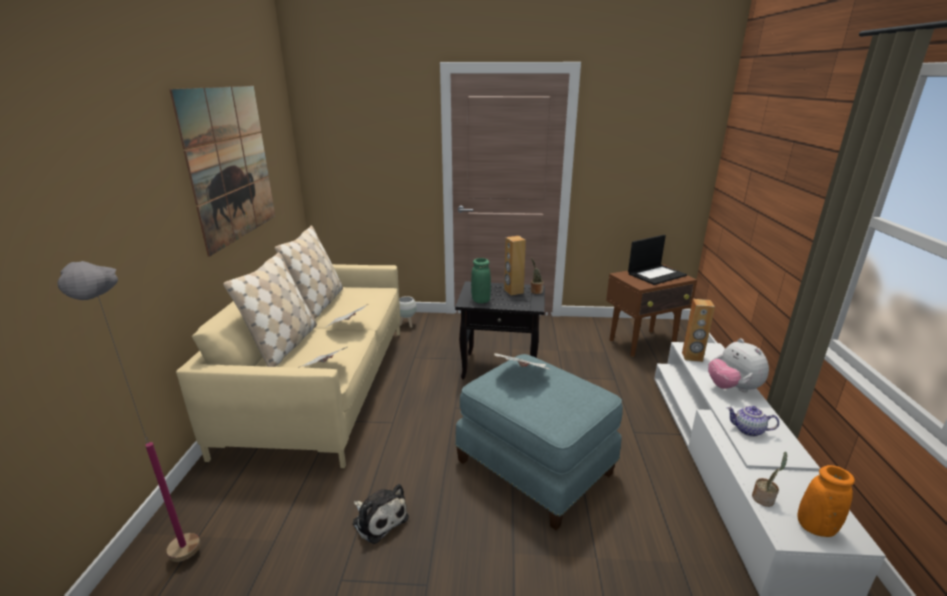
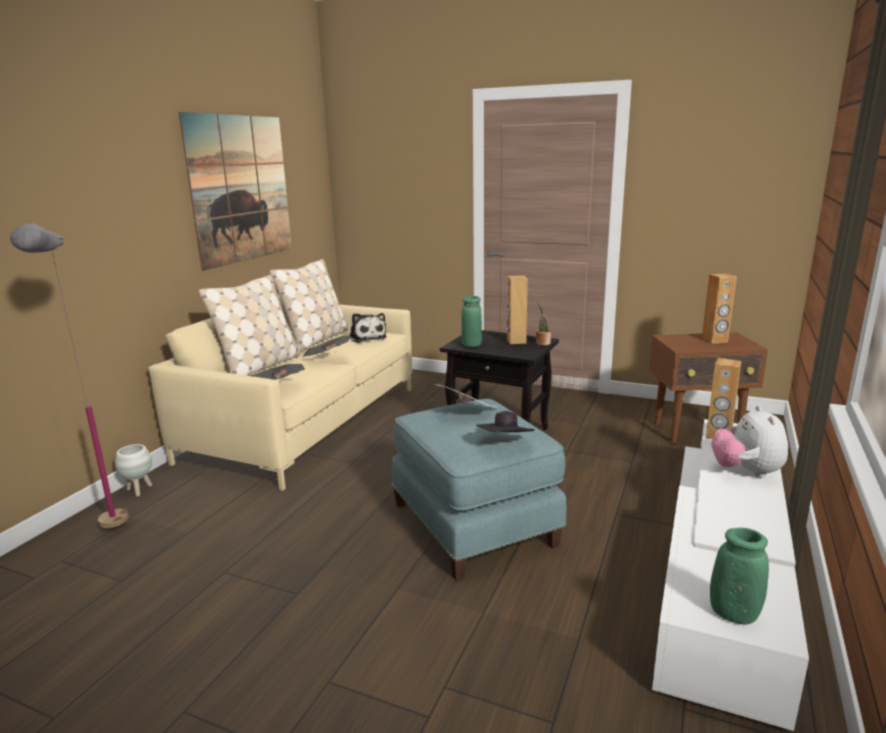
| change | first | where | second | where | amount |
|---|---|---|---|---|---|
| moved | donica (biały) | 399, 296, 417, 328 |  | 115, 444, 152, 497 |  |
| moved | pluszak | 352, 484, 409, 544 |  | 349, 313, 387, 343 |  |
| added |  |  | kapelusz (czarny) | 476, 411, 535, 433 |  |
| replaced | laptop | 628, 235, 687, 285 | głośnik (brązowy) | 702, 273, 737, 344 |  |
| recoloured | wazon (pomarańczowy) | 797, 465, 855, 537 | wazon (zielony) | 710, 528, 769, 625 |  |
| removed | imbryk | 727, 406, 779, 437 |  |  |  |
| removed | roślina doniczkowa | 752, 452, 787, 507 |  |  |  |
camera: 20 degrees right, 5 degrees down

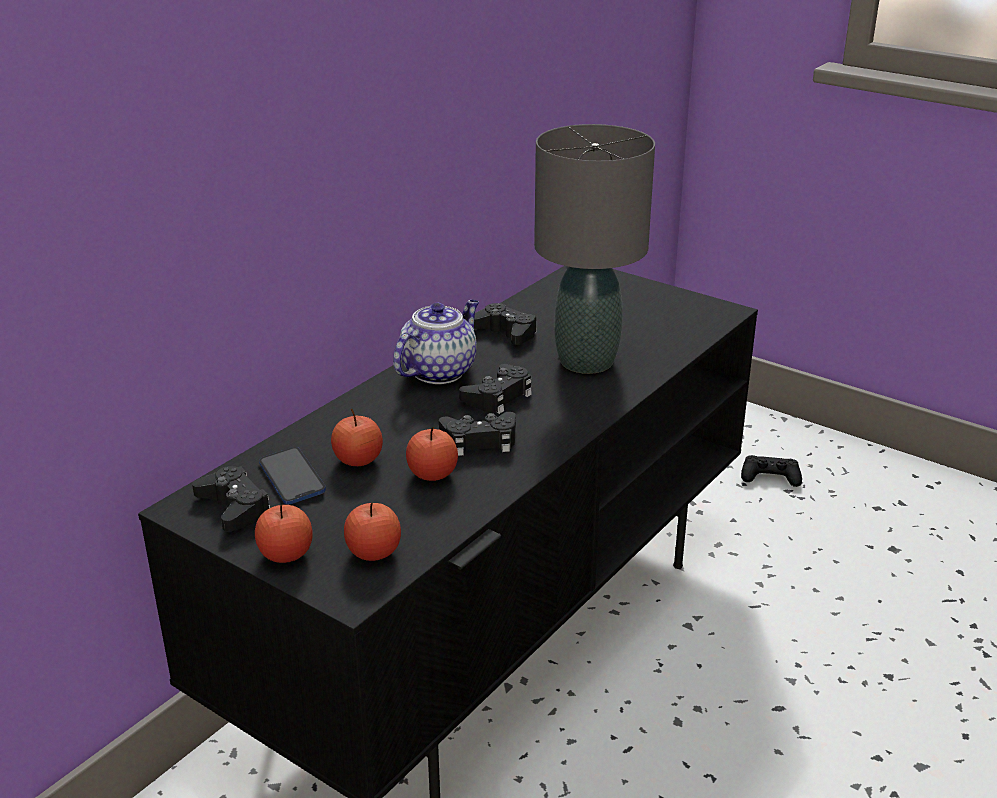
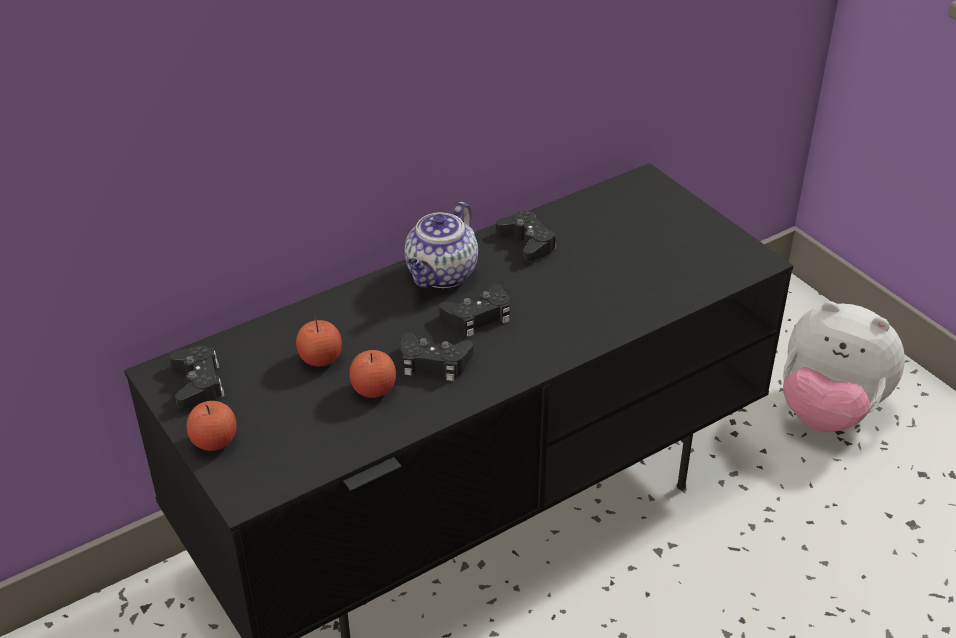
| change | first | where | second | where | amount |
|---|---|---|---|---|---|
| turned | imbryk | 393, 299, 479, 384 |  | 404, 202, 478, 288 | 150 degrees clockwise |
| replaced | pad do gier (czarny) | 741, 455, 802, 487 | pluszak | 783, 301, 905, 432 |  |
| removed | telefon | 259, 447, 326, 504 |  |  |  |
| removed | jabłko | 344, 503, 401, 561 |  |  |  |
| removed | lampa stołowa (szary) | 534, 124, 655, 374 |  |  |  |
camera: 20 degrees right, 10 degrees up

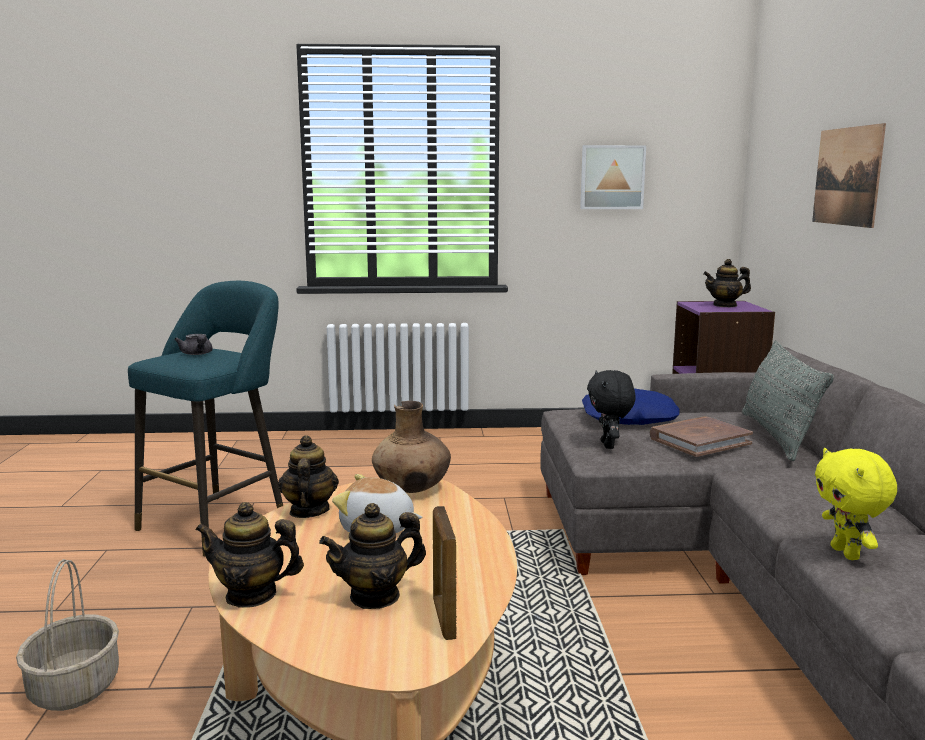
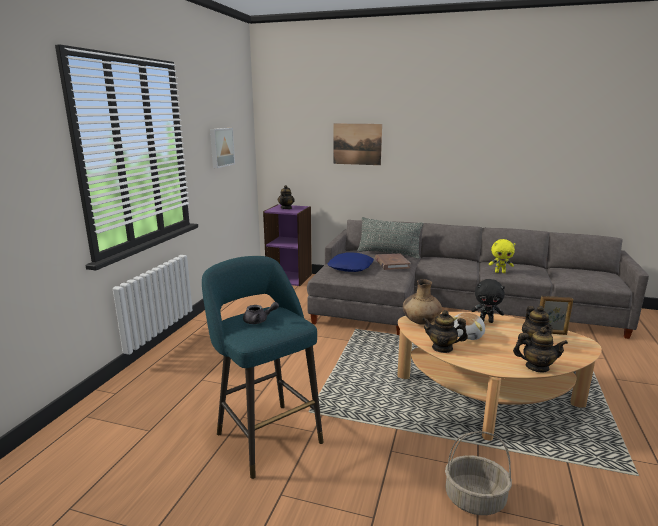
| change | first | where | second | where | amount |
|---|---|---|---|---|---|
| moved | pluszak (czarny) | 587, 370, 636, 449 |  | 471, 279, 505, 323 |  |
| turned | imbryk | 195, 502, 304, 608 |  | 513, 327, 568, 372 | 105 degrees counterclockwise |
camera: 70 degrees left, 5 degrees up

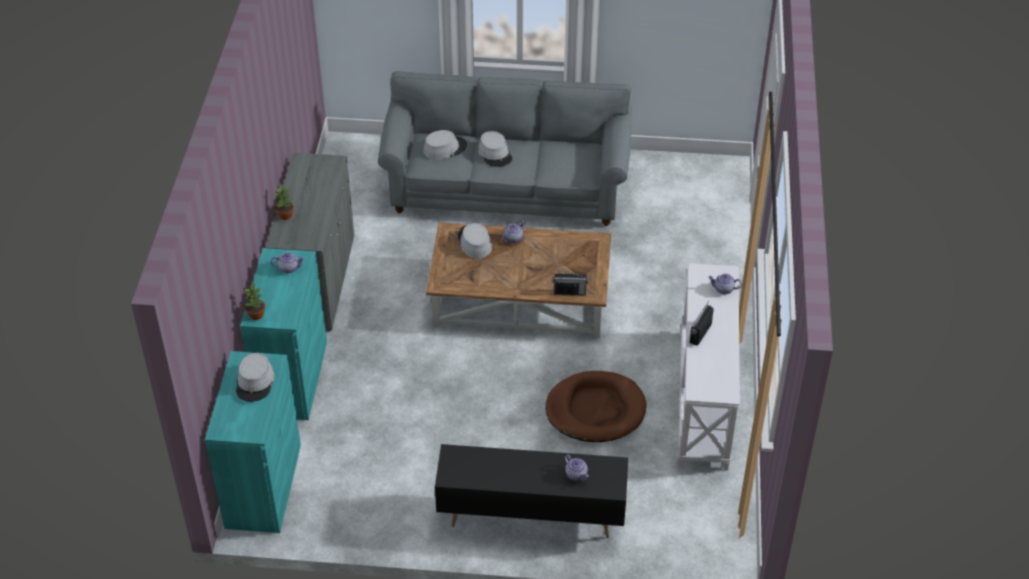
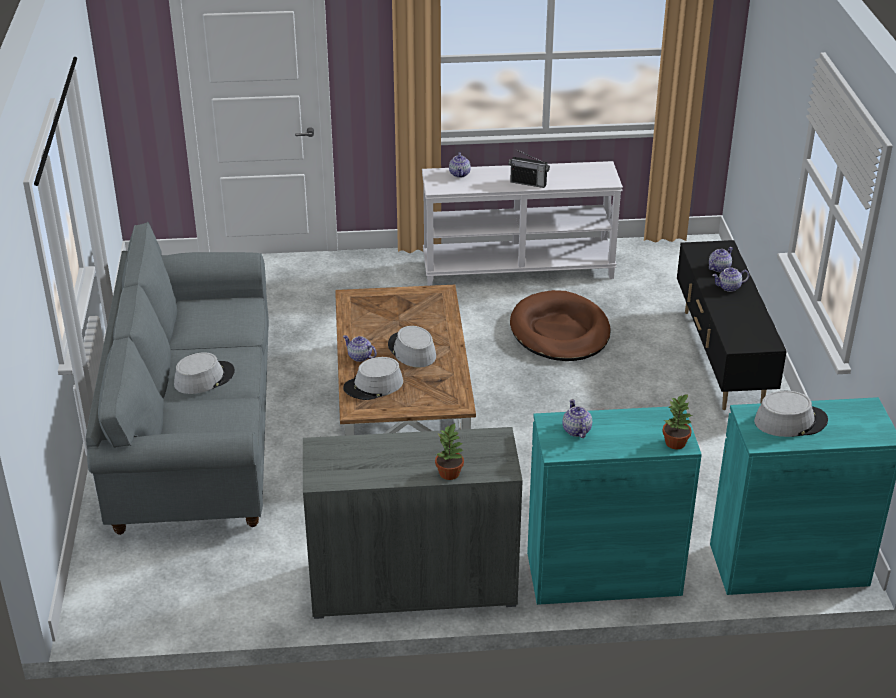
| change | first | where | second | where | amount |
|---|---|---|---|---|---|
| moved | kapelusz (szary) | 423, 130, 467, 160 |  | 388, 326, 436, 368 |  |
| added |  |  | imbryk | 712, 267, 749, 292 |  |
| removed | radio | 552, 270, 589, 296 |  |  |  |
camera: 100 degrees left, 10 degrees down

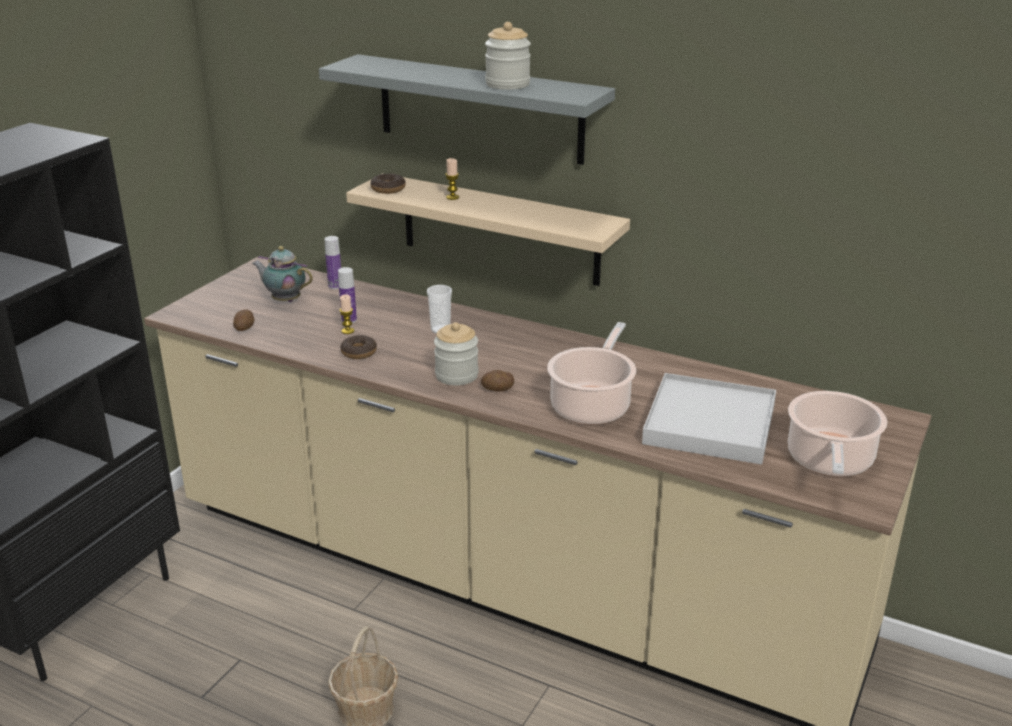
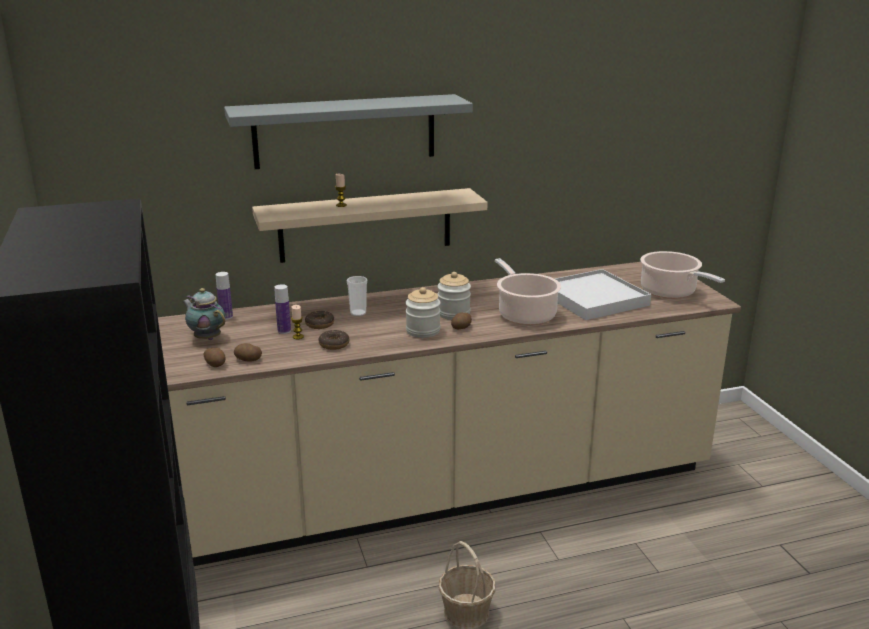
| change | first | where | second | where | amount |
|---|---|---|---|---|---|
| turned | imbryk | 252, 246, 313, 302 |  | 183, 288, 225, 340 | 60 degrees clockwise |
| added |  |  | ziemniak | 234, 343, 262, 362 |  |
| moved | donut | 371, 173, 406, 194 |  | 305, 311, 334, 329 |  |
| moved | słoik | 485, 22, 531, 90 |  | 437, 272, 471, 320 |  |
camera: 45 degrees left, 5 degrees down

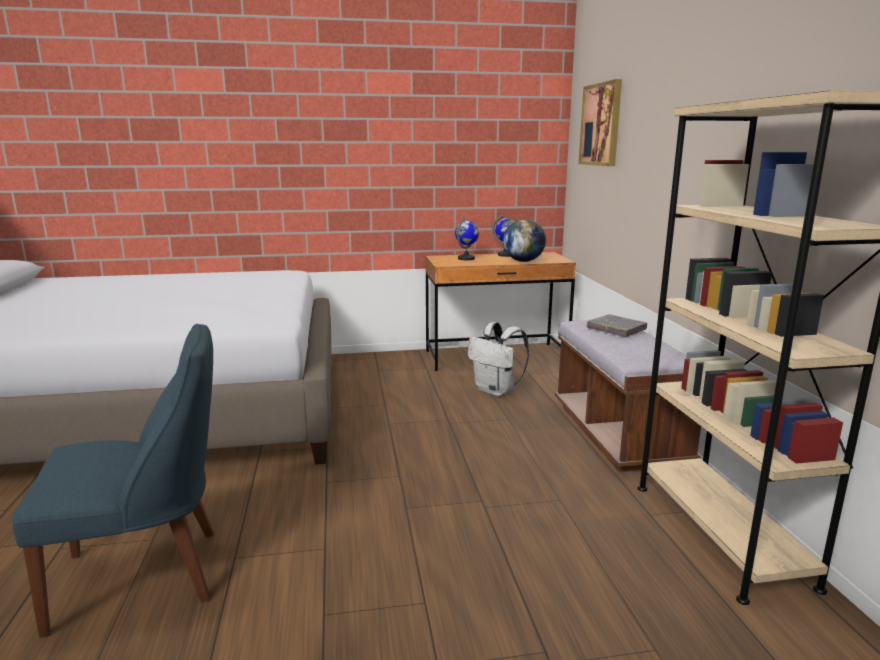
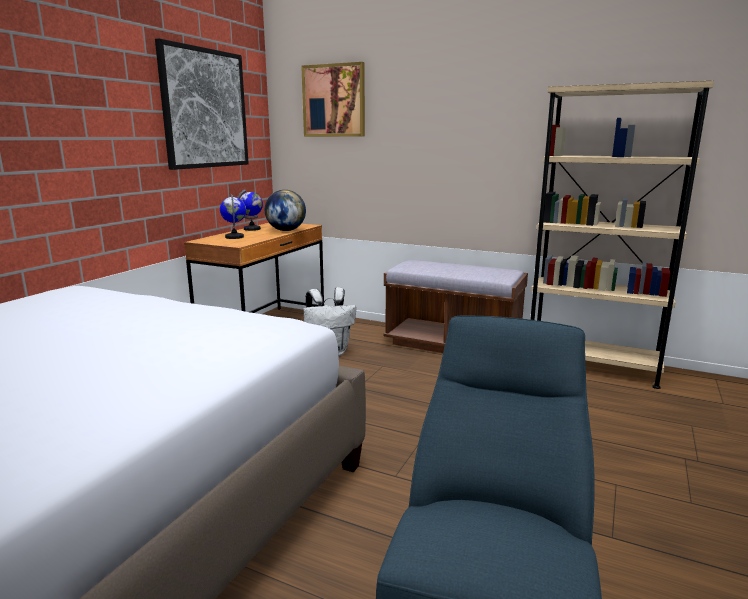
| change | first | where | second | where | amount |
|---|---|---|---|---|---|
| added |  |  | obraz | 155, 38, 249, 170 |  |
| removed | książka (szary) | 587, 314, 647, 337 |  |  |  |
camera: 55 degrees left, 0 degrees up

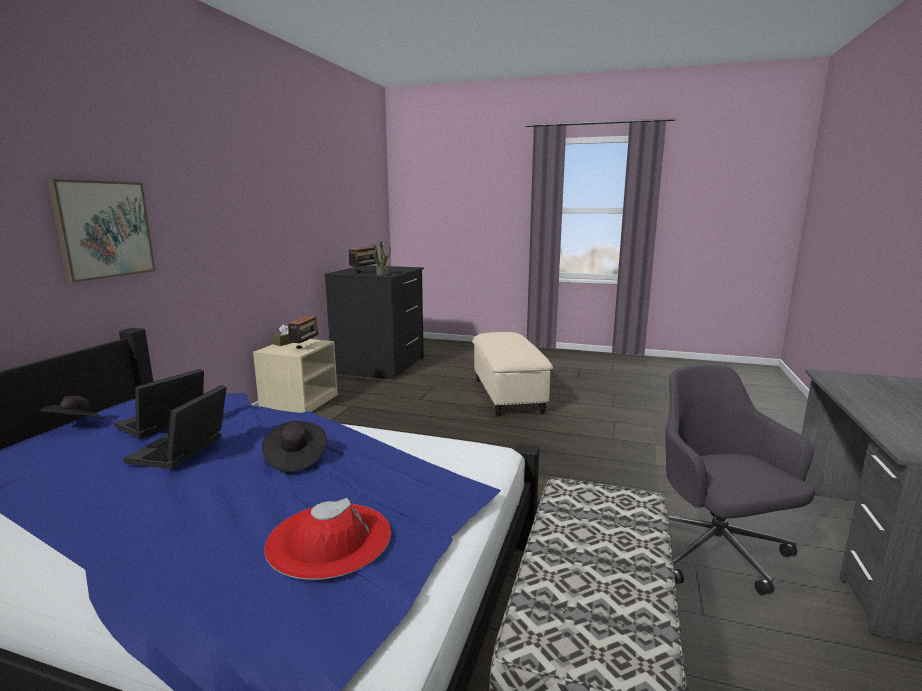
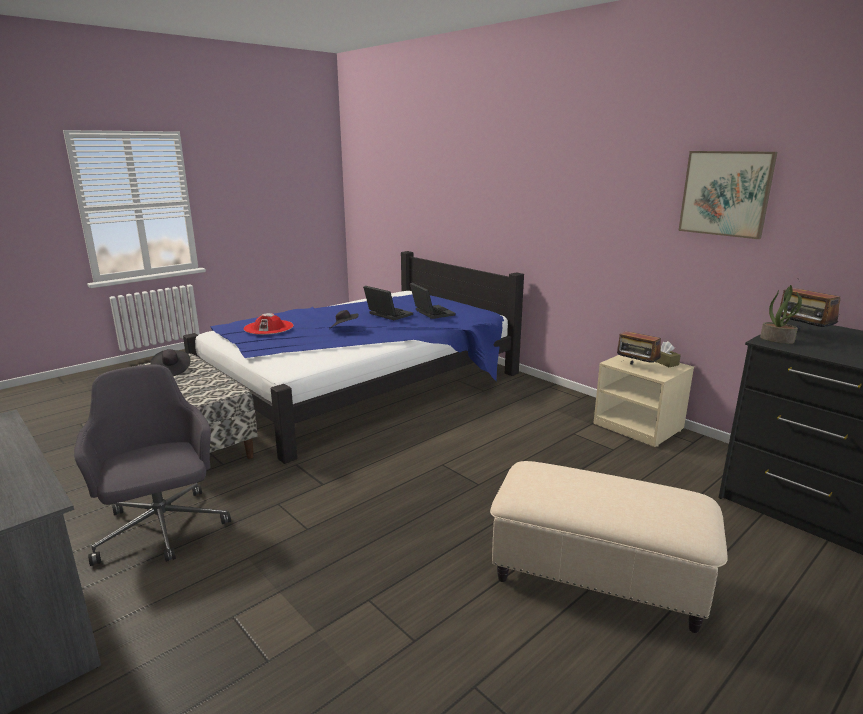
| change | first | where | second | where | amount |
|---|---|---|---|---|---|
| turned | krzesło biurowe (szary) | 665, 364, 815, 595 |  | 74, 365, 231, 566 | 135 degrees counterclockwise |
| moved | kapelusz (czarny) | 40, 396, 106, 418 |  | 150, 349, 190, 376 |  |
| moved | obraz | 47, 179, 155, 283 |  | 678, 151, 777, 239 |  |
camera: 120 degrees right, 5 degrees up

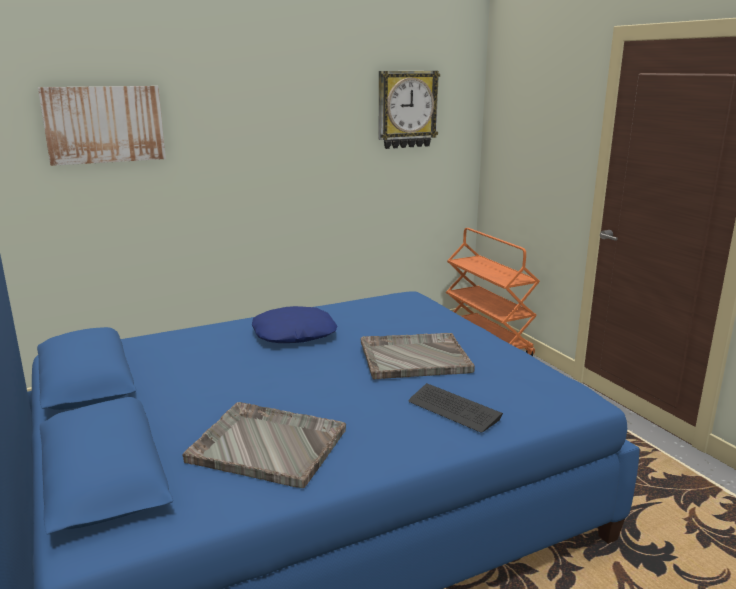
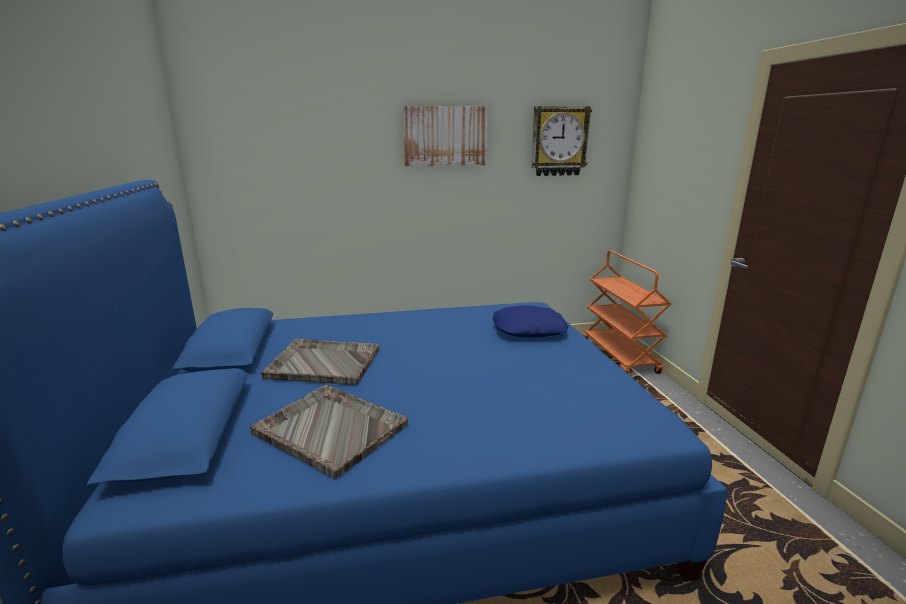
| change | first | where | second | where | amount |
|---|---|---|---|---|---|
| moved | taca (szary) | 360, 333, 475, 380 |  | 261, 339, 380, 385 |  |
| moved | obraz | 38, 86, 166, 166 |  | 403, 106, 488, 166 |  |
| moved | poduszka (niebieski) | 252, 306, 337, 343 |  | 492, 305, 569, 338 |  |
| removed | klawiatura | 409, 383, 503, 433 |  |  |  |
camera: 15 degrees right, 0 degrees up

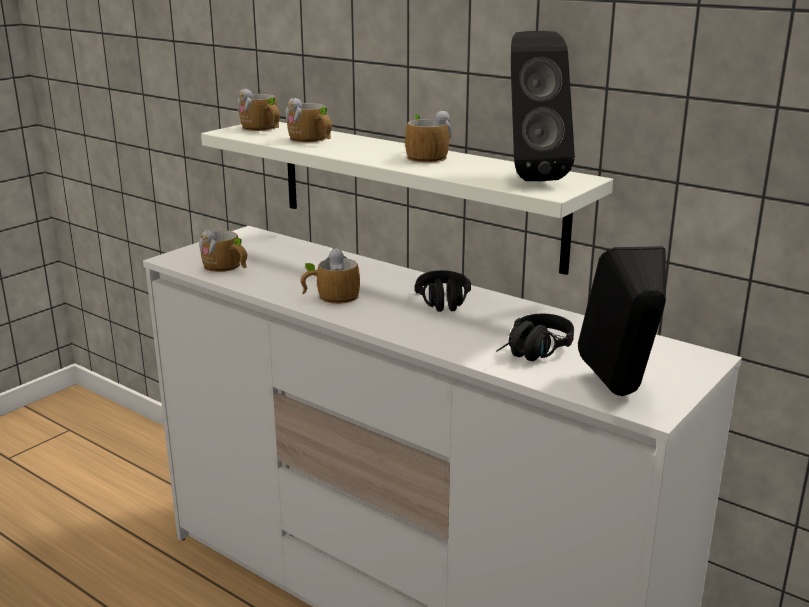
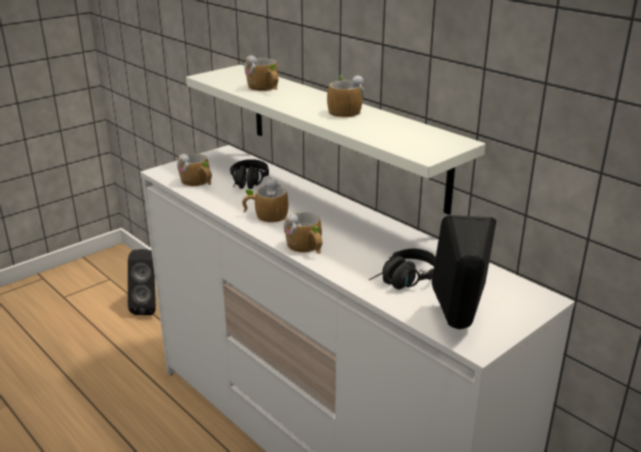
| change | first | where | second | where | amount |
|---|---|---|---|---|---|
| moved | głośnik (czarny) | 511, 31, 575, 181 |  | 128, 249, 156, 315 |  |
| moved | słuchawki (czarny) | 415, 270, 471, 312 |  | 230, 159, 269, 189 |  |
| moved | kubek | 237, 89, 280, 131 |  | 284, 212, 322, 254 |  |
camera: 10 degrees right, 5 degrees up

